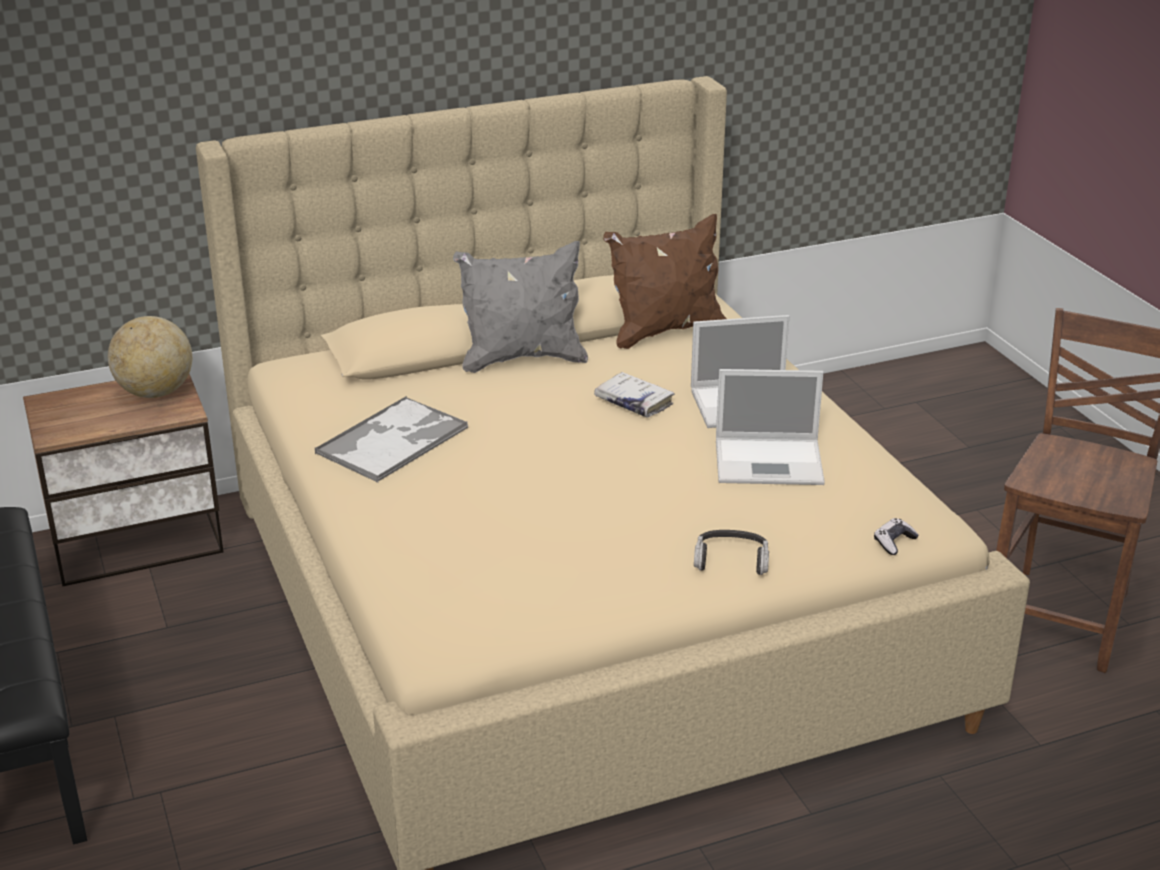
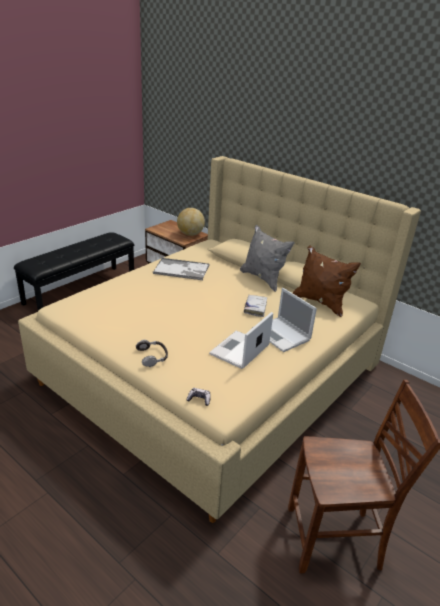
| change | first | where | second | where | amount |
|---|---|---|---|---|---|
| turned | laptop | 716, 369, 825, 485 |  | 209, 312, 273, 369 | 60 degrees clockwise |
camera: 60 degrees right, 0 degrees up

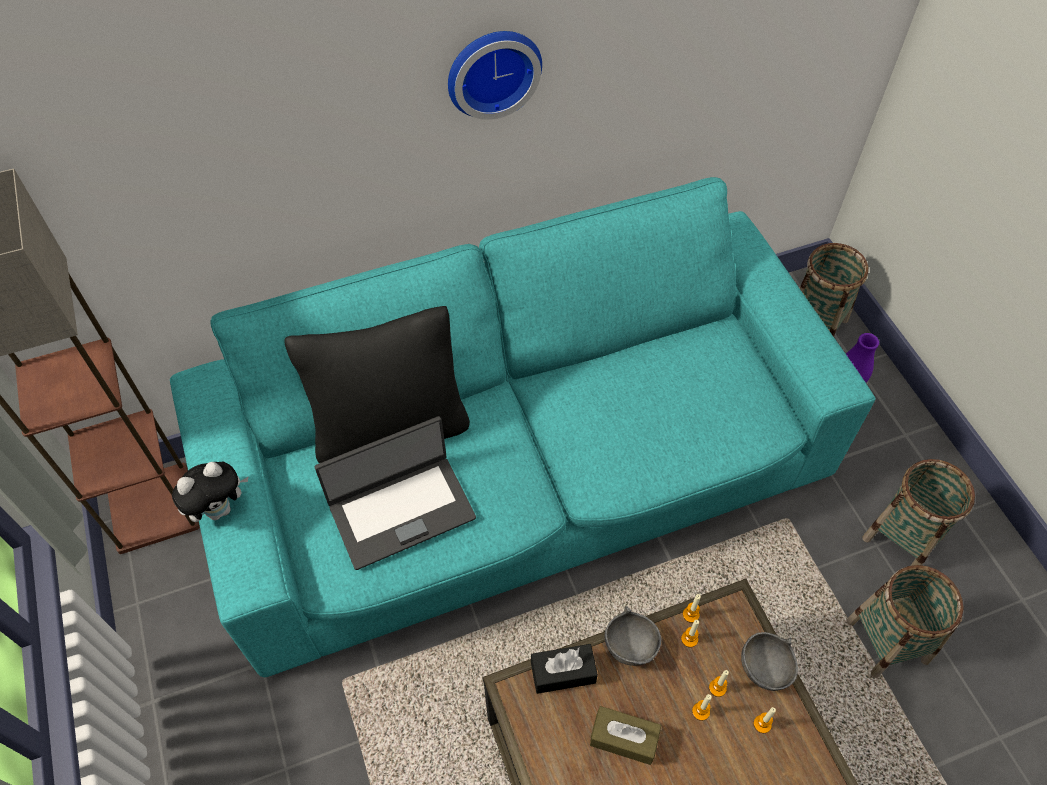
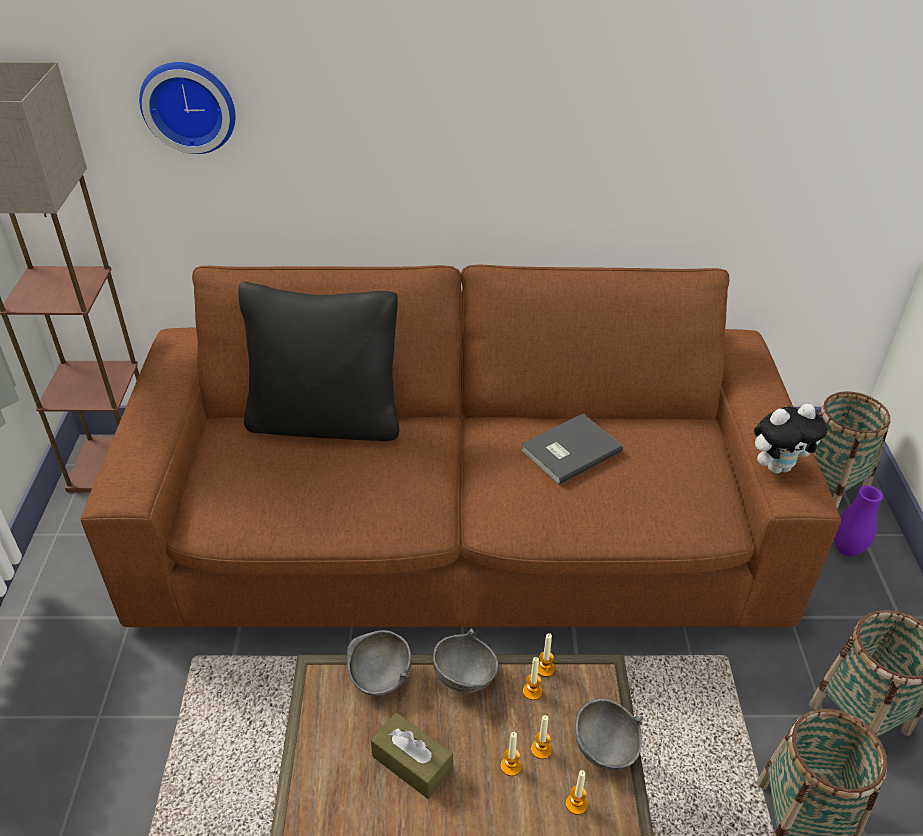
| change | first | where | second | where | amount |
|---|---|---|---|---|---|
| recoloured | kanapa (turkusowy) | 170, 177, 876, 677 | kanapa (brązowy) | 81, 264, 841, 627 |  |
| moved | zegar ścienny | 448, 31, 542, 120 |  | 139, 62, 235, 154 |  |
| replaced | pudełko chusteczek (czarny) | 531, 644, 598, 694 | miska (szary) | 347, 630, 411, 696 |  |
| added |  |  | książka (szary) | 521, 414, 623, 485 |  |
| moved | pluszak | 172, 461, 249, 522 |  | 754, 404, 827, 474 |  |
| removed | laptop | 315, 416, 476, 570 |  |  |  |
camera: 20 degrees right, 15 degrees down

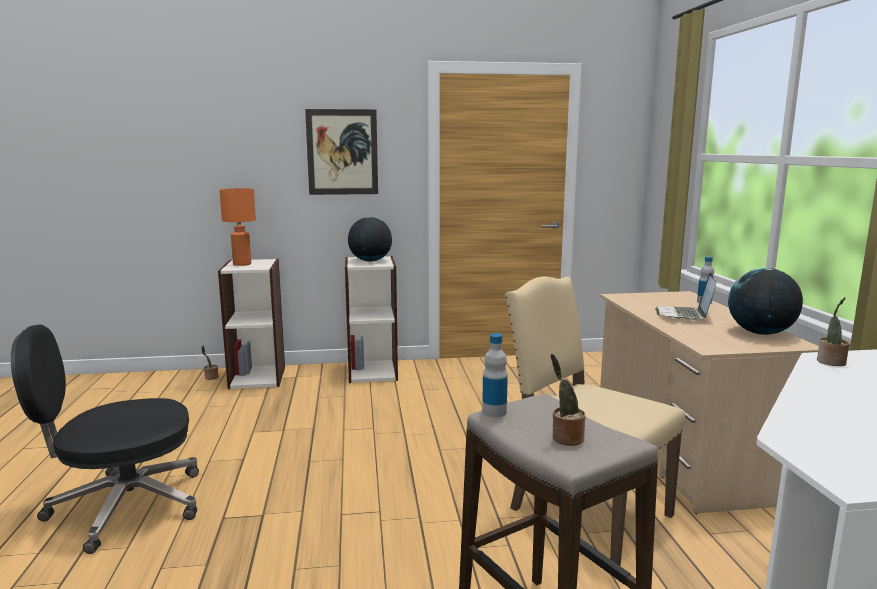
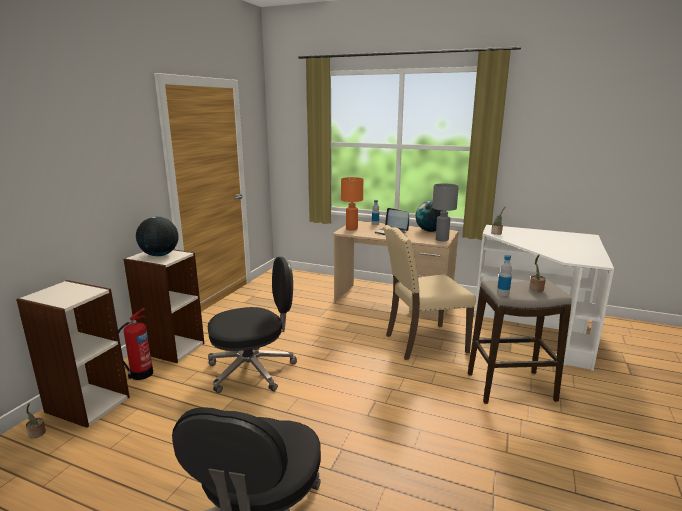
| change | first | where | second | where | amount |
|---|---|---|---|---|---|
| added |  |  | gaśnica | 118, 308, 153, 380 |  |
| added |  |  | krzesło biurowe (czarny) | 208, 257, 297, 393 |  |
| moved | lampa stołowa (pomarańczowy) | 220, 188, 256, 266 |  | 341, 177, 363, 231 |  |
| added |  |  | lampa stołowa (szary) | 432, 184, 459, 241 |  |
| removed | obraz | 305, 109, 378, 195 |  |  |  |
camera: 60 degrees left, 5 degrees up

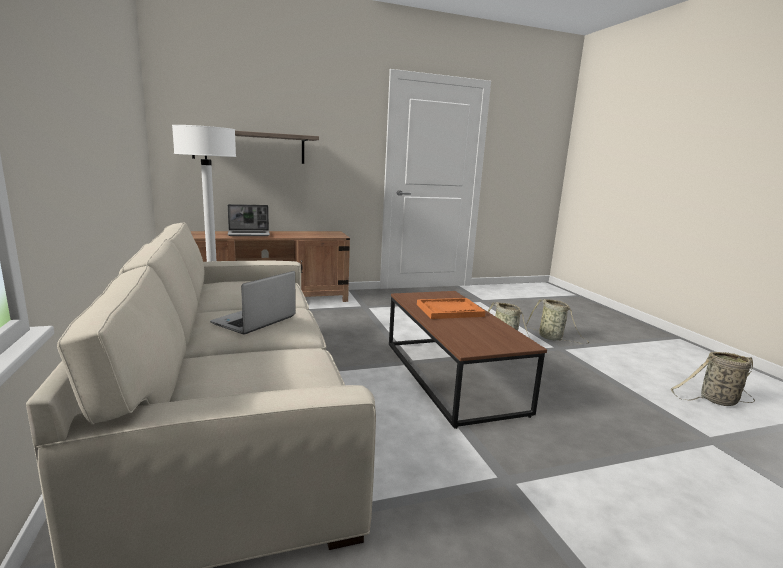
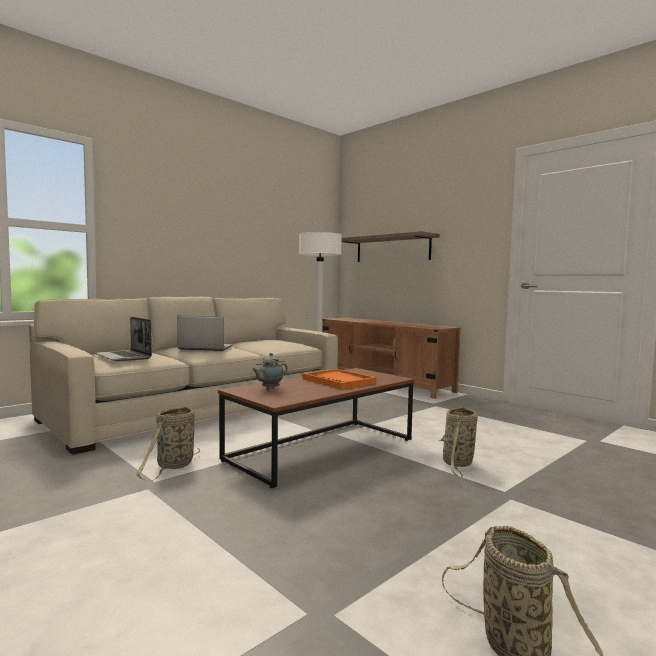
| change | first | where | second | where | amount |
|---|---|---|---|---|---|
| moved | laptop | 228, 204, 270, 236 |  | 95, 317, 152, 362 |  |
| moved | koszyk | 526, 299, 589, 344 |  | 136, 406, 200, 481 |  |
| added |  |  | imbryk | 252, 353, 288, 390 |  |
camera: 65 degrees right, 10 degrees down

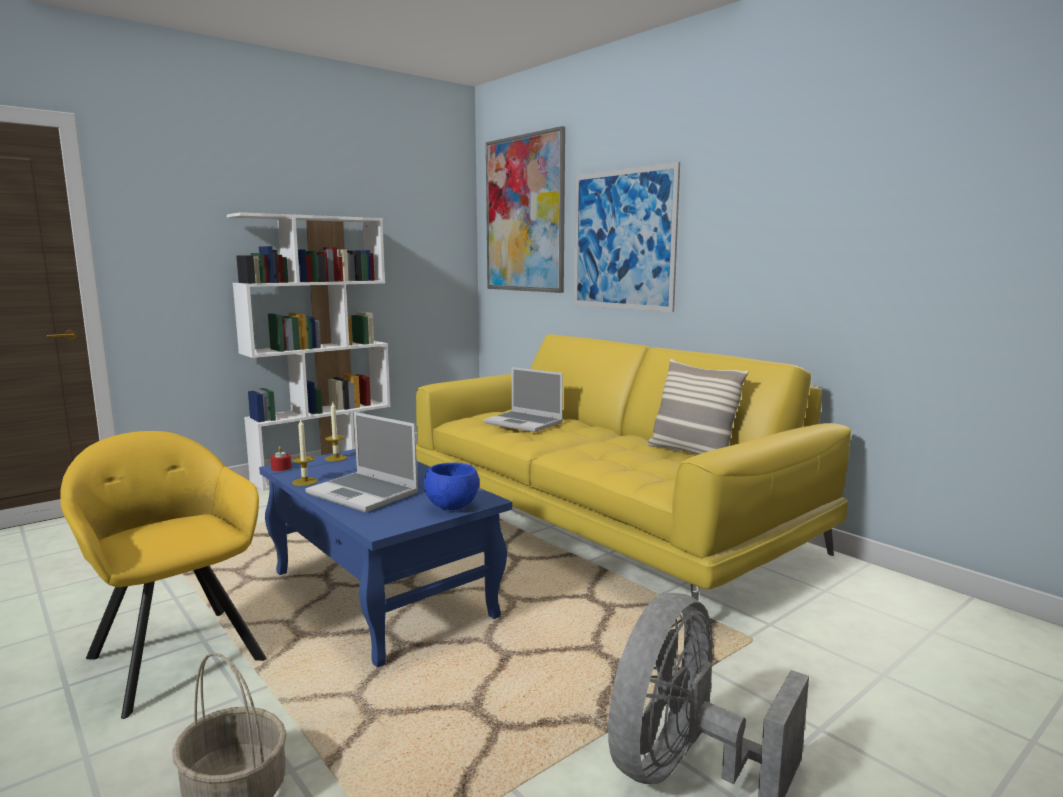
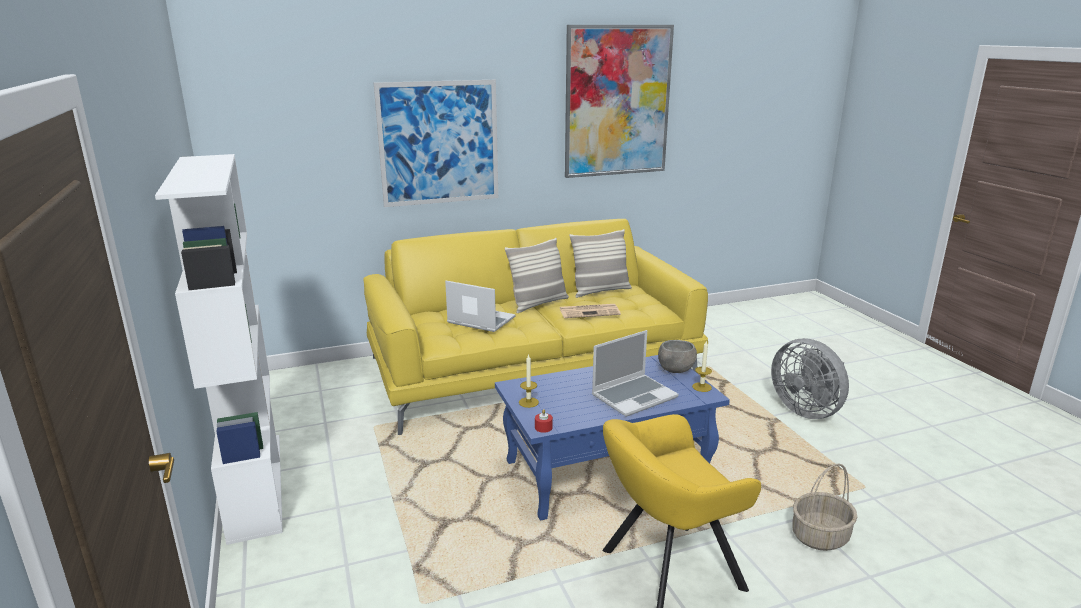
| change | first | where | second | where | amount |
|---|---|---|---|---|---|
| turned | laptop | 484, 367, 563, 432 |  | 445, 281, 515, 332 | 120 degrees counterclockwise |
| added |  |  | poduszka | 505, 238, 569, 313 |  |
| added |  |  | gazeta | 560, 304, 621, 318 |  |
| moved | obraz | 486, 126, 565, 293 |  | 565, 25, 674, 178 |  |
| recoloured | miska (niebieski) | 424, 463, 479, 510 | miska (szary) | 658, 340, 697, 373 |  |
| moved | świeca | 292, 418, 318, 486 |  | 692, 340, 712, 392 |  |
camera: 70 degrees left, 10 degrees up

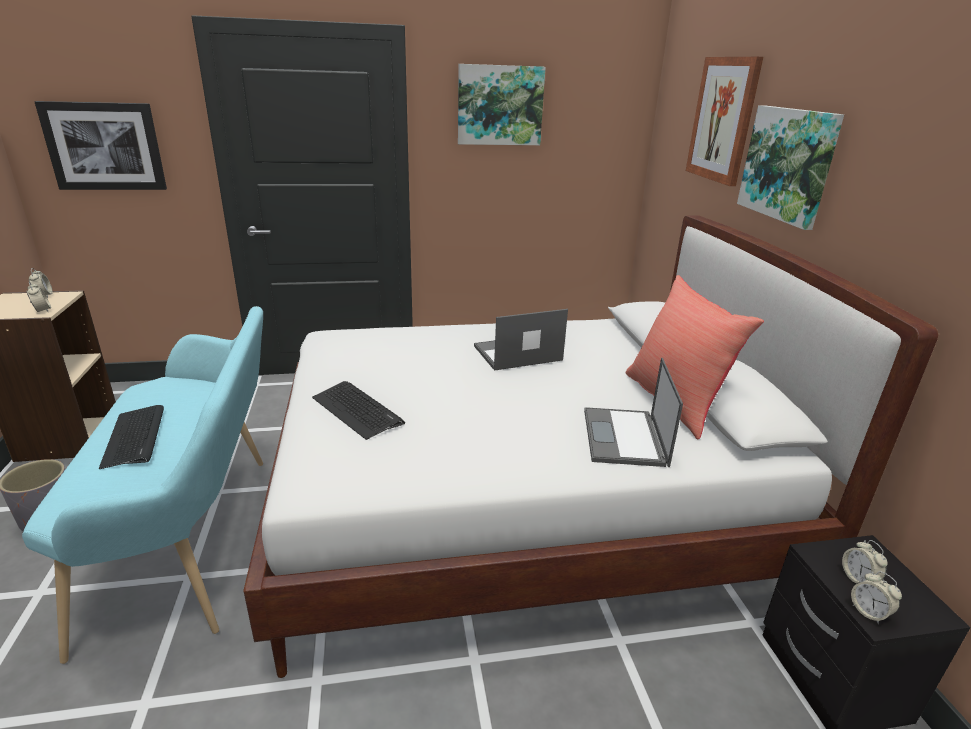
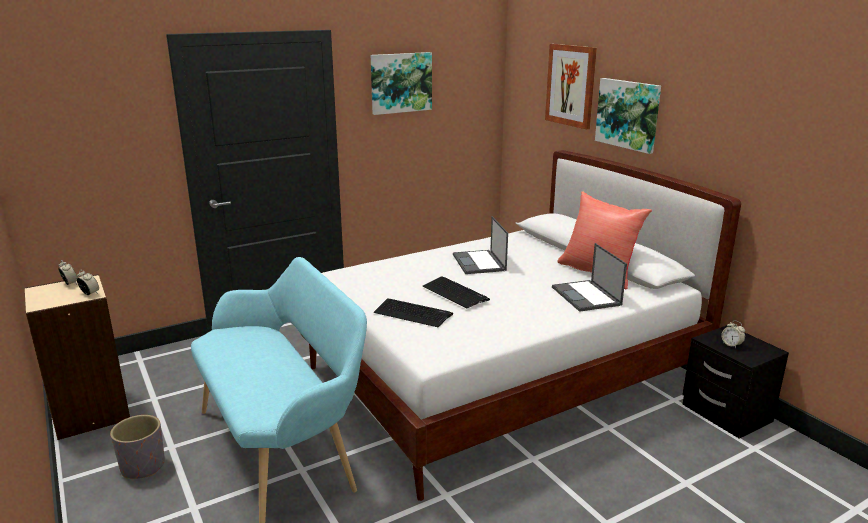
| change | first | where | second | where | amount |
|---|---|---|---|---|---|
| moved | klawiatura | 99, 405, 164, 469 |  | 423, 276, 490, 308 |  |
| turned | laptop | 474, 309, 568, 371 |  | 453, 216, 508, 274 | 60 degrees counterclockwise |
| removed | obraz | 34, 101, 167, 190 |  |  |  |
| removed | budzik | 851, 571, 902, 625 |  |  |  |
camera: 20 degrees left, 5 degrees down

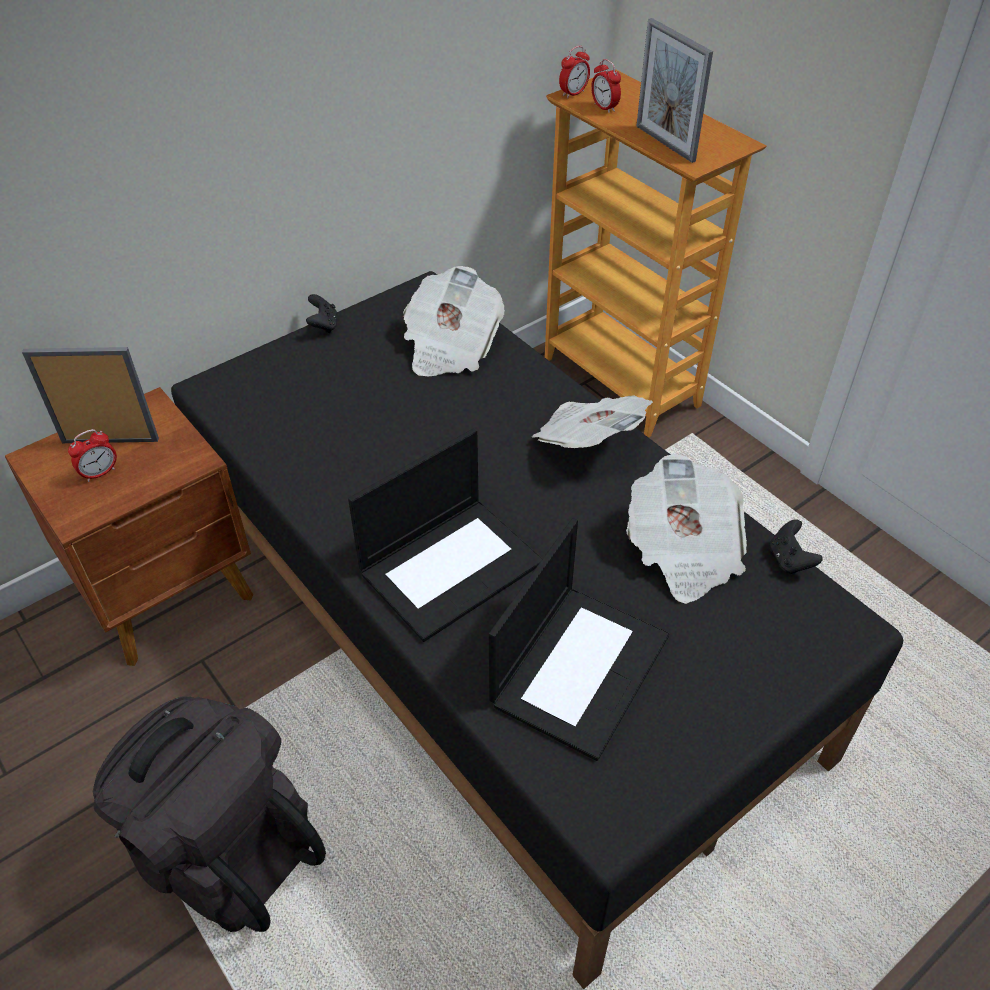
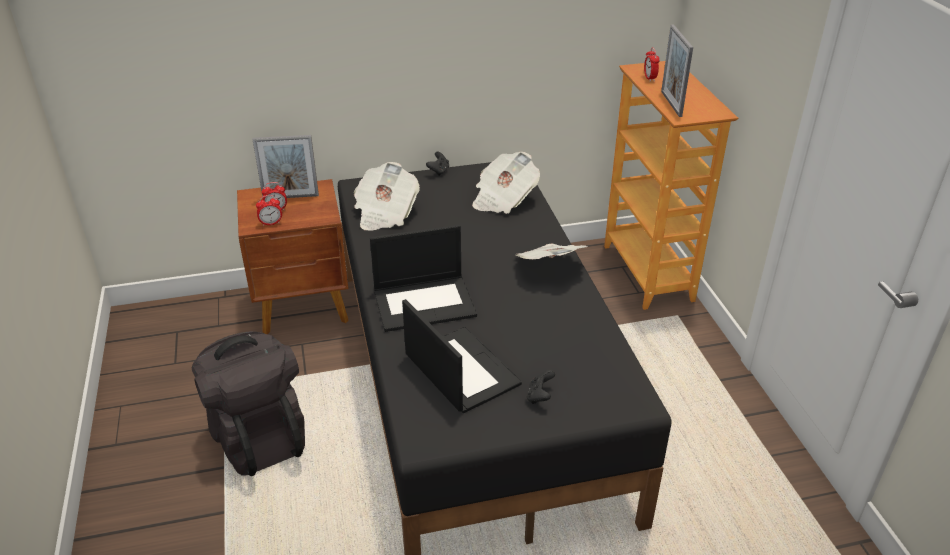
| change | first | where | second | where | amount |
|---|---|---|---|---|---|
| turned | ramka na zdjęcie | 22, 347, 159, 443 |  | 252, 135, 319, 198 | 150 degrees clockwise |
| moved | budzik | 559, 46, 590, 99 |  | 256, 195, 282, 226 |  |
| moved | gazeta | 626, 454, 747, 604 |  | 353, 162, 420, 231 |  |
| turned | laptop | 489, 518, 669, 761 |  | 402, 299, 522, 413 | 90 degrees counterclockwise |
| moved | pad do gier (czarny) | 770, 519, 823, 574 |  | 527, 370, 555, 404 |  |
camera: 25 degrees right, 10 degrees down

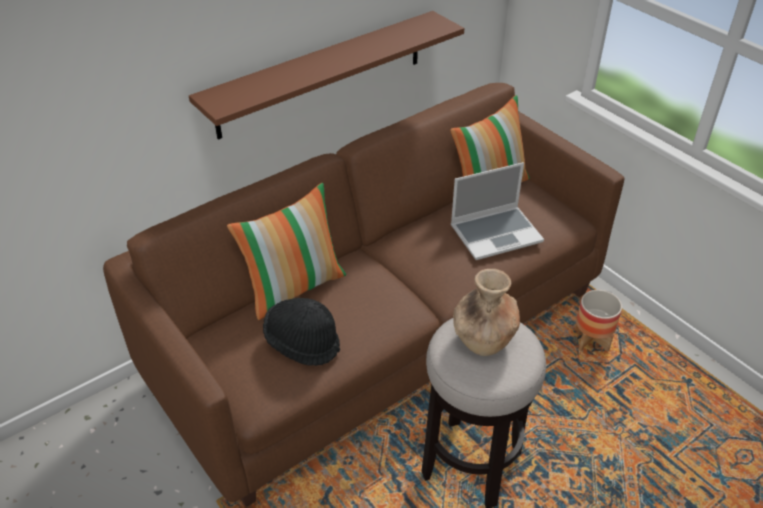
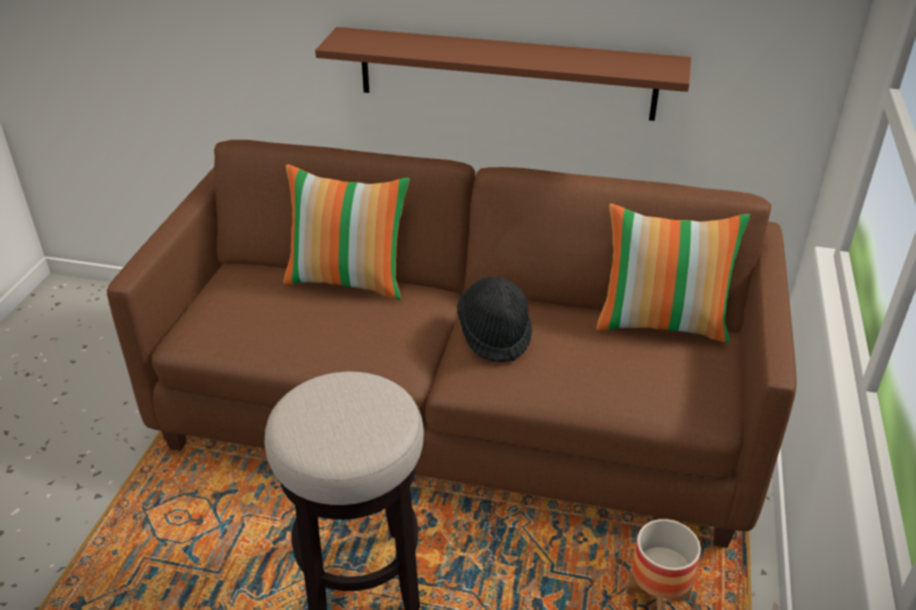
| change | first | where | second | where | amount |
|---|---|---|---|---|---|
| moved | kapelusz (czarny) | 263, 298, 340, 366 |  | 457, 277, 532, 362 |  |
| removed | laptop | 451, 162, 544, 260 |  |  |  |
| removed | wazon (brązowy) | 453, 269, 520, 356 |  |  |  |
camera: 50 degrees right, 5 degrees down

